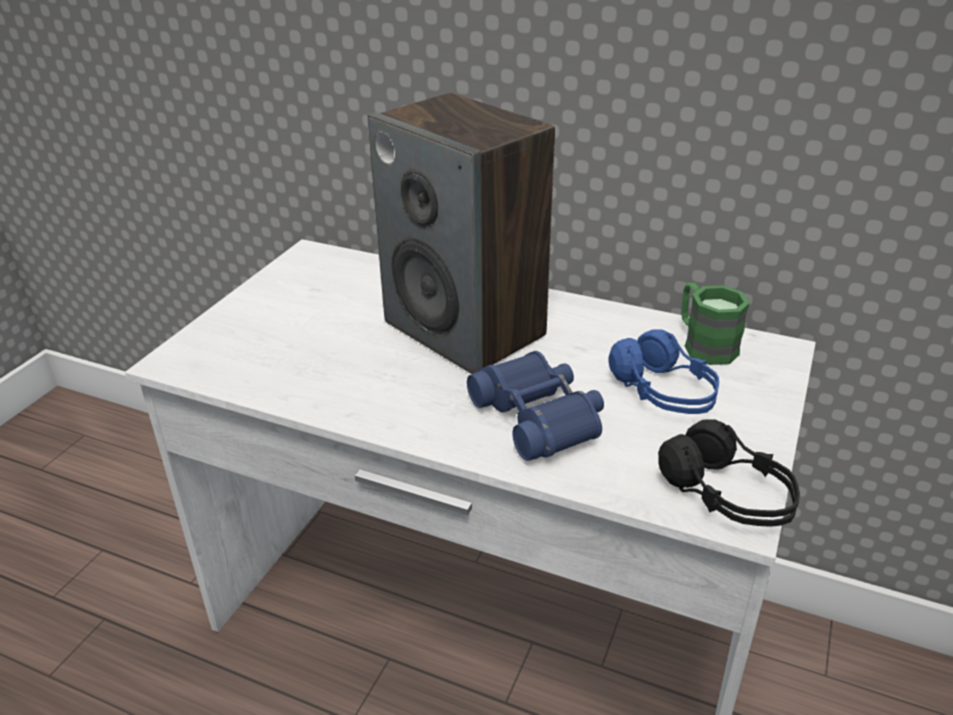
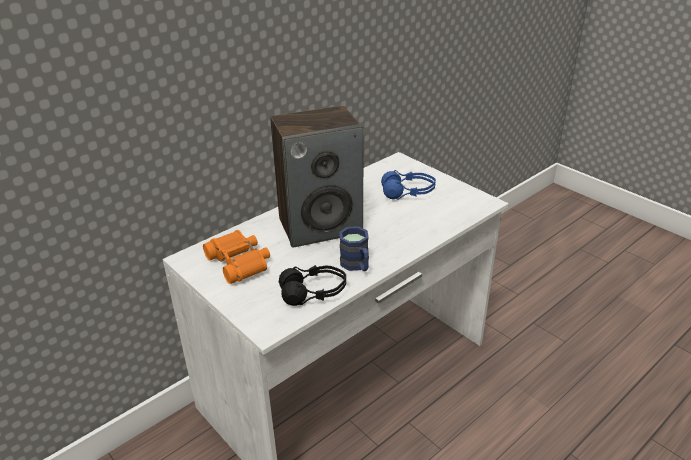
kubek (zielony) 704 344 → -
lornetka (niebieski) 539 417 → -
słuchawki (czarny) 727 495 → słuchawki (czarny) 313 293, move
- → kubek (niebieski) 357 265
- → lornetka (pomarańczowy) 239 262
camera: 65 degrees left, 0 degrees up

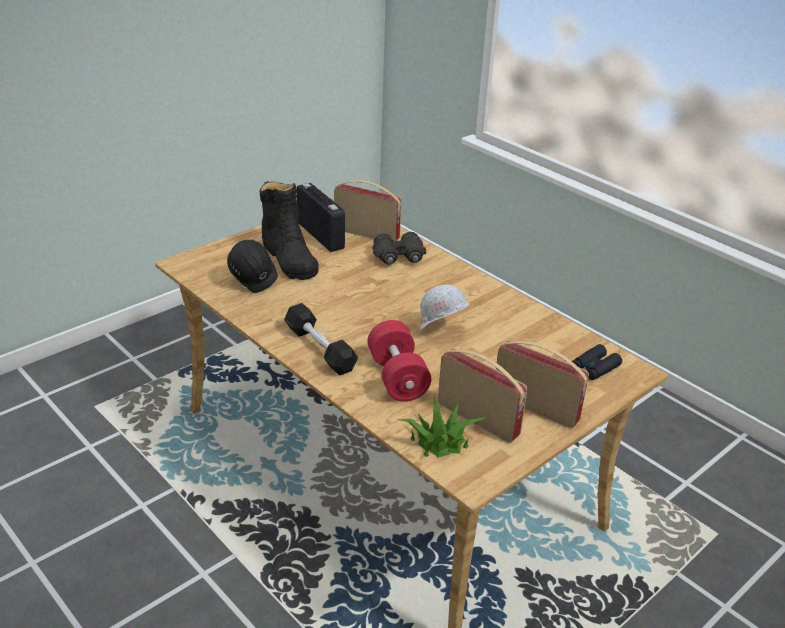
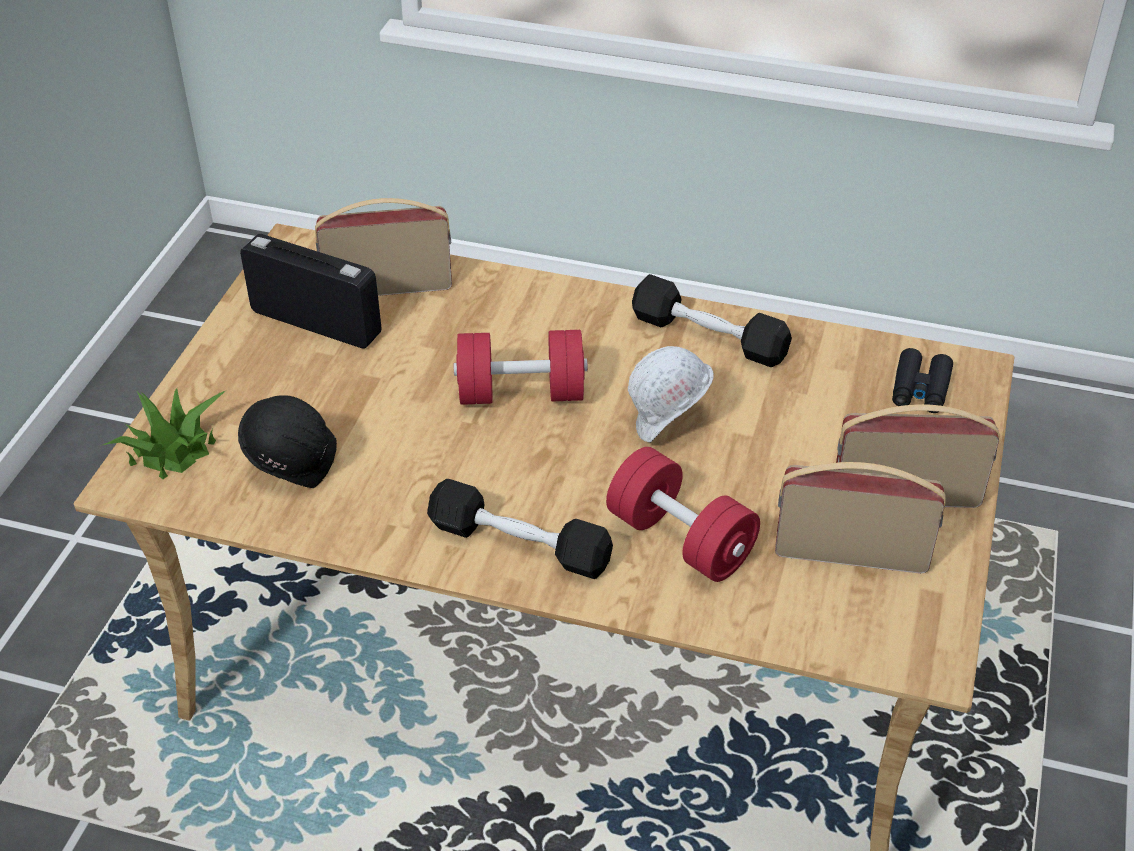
but z cholewką (czarny) 289 258 → -
lornetka (czarny) 399 258 → -
roślina doniczkowa 439 440 → roślina doniczkowa 171 449, move
- → hantel (czarny) 708 336
- → hantel (czerwony) 521 393
camera: 30 degrees left, 10 degrees up

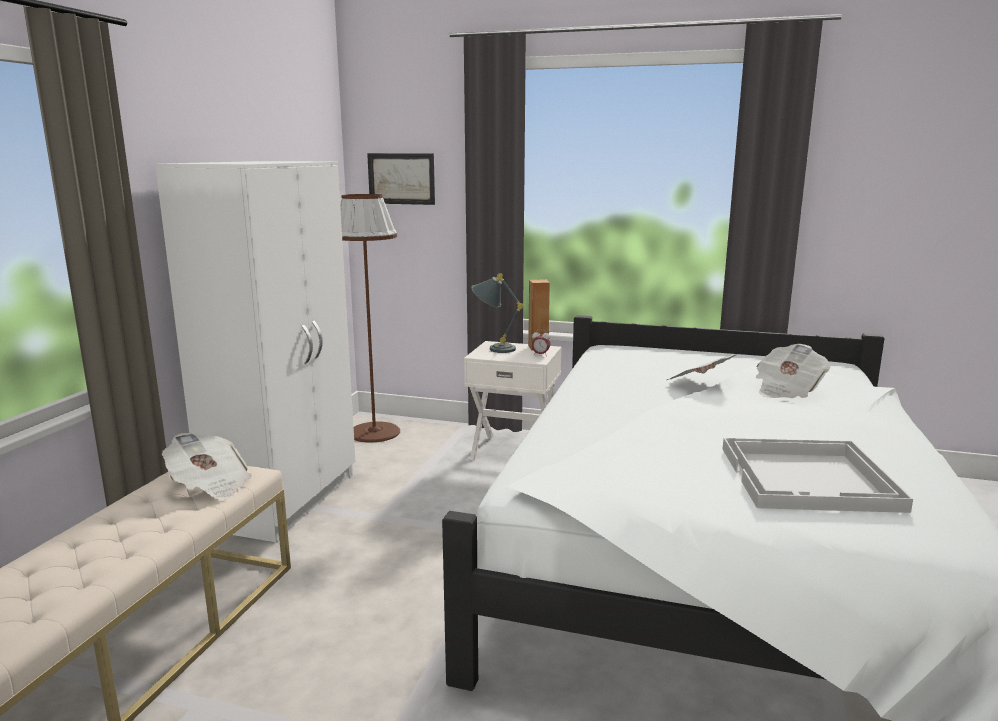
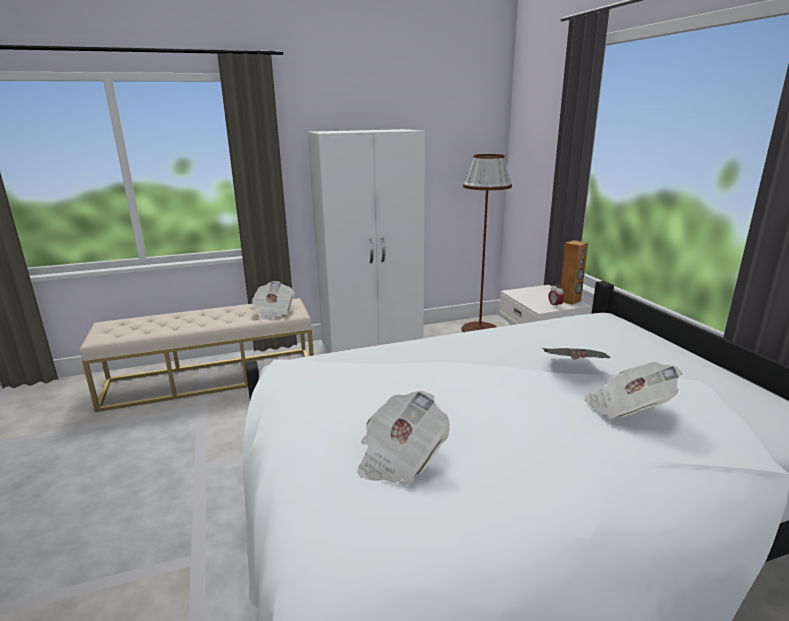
obraz 401 178 → -
lampa stołowa (szary) 493 348 → -
taca (biały) 809 478 → gazeta 400 458
camera: 55 degrees right, 5 degrees up

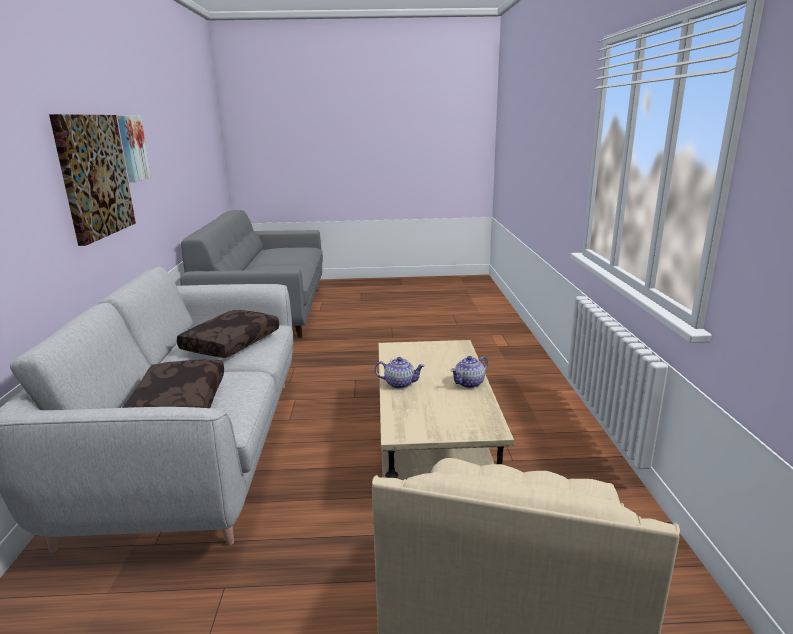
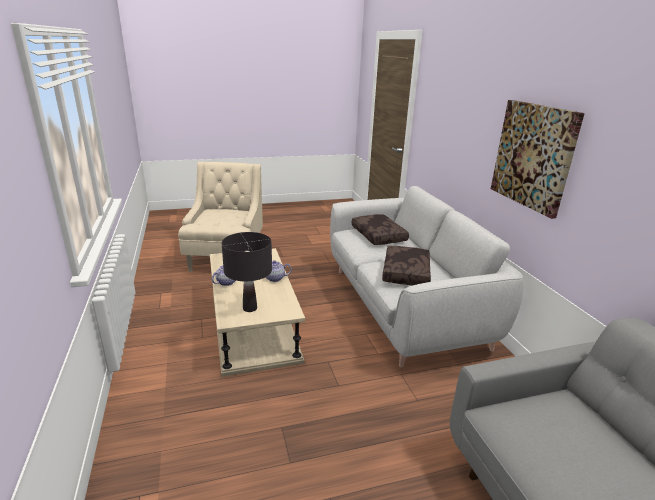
obraz 132 148 → -
- → lampa stołowa (czarny) 250 308
camera: 165 degrees right, 5 degrees up

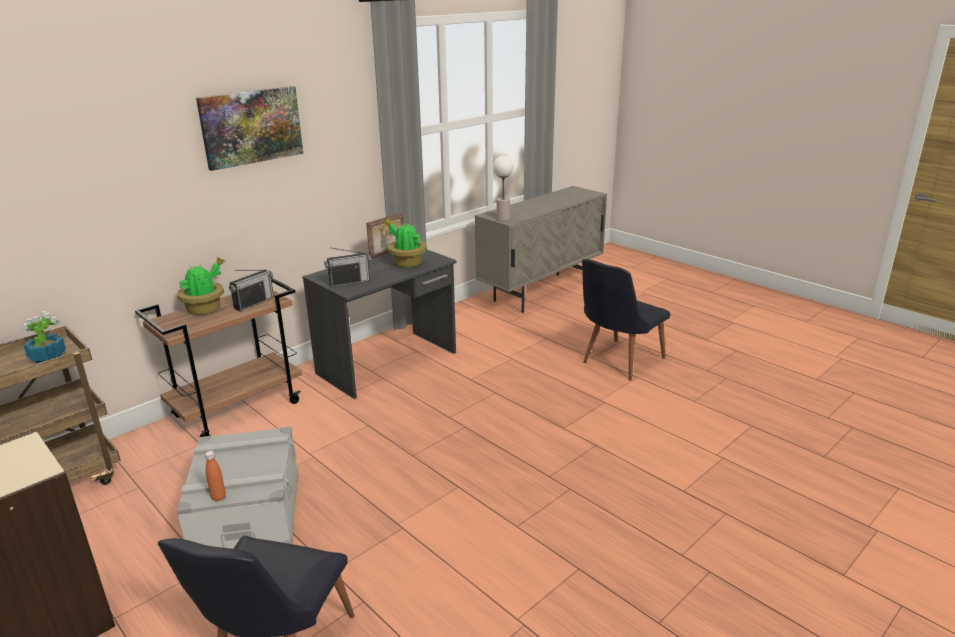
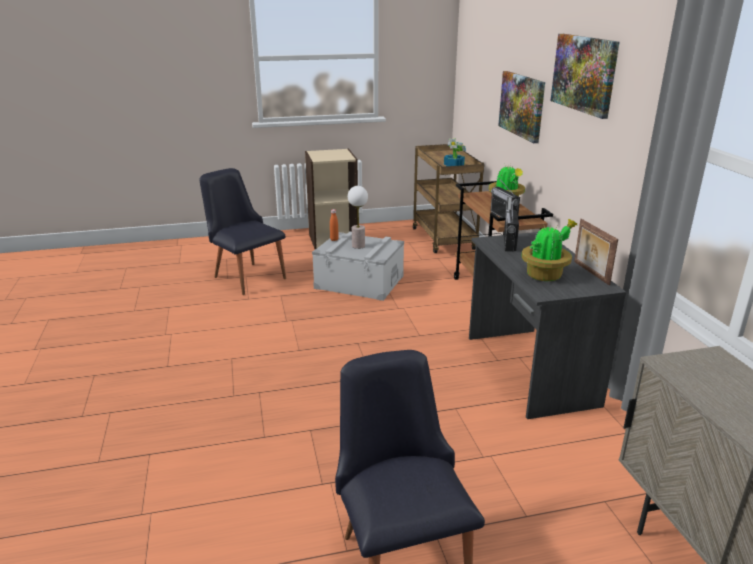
lampa stołowa 502 219 → lampa stołowa 358 246, move
- → obraz 522 105
camera: 120 degrees right, 0 degrees up

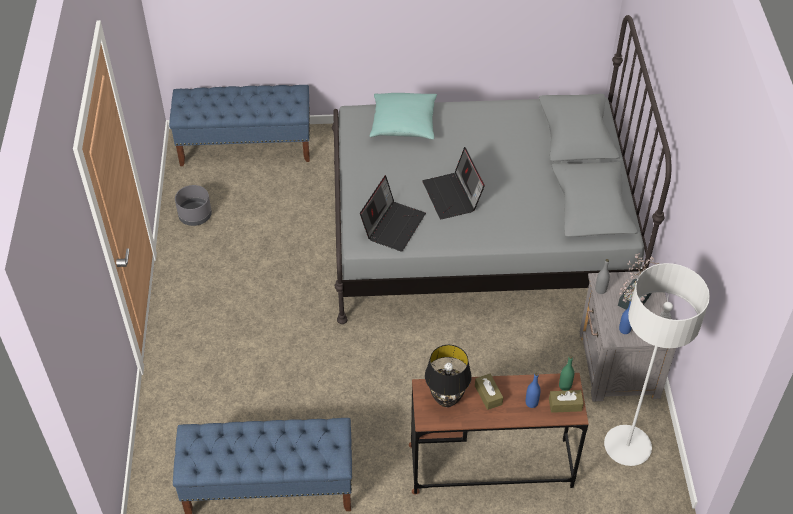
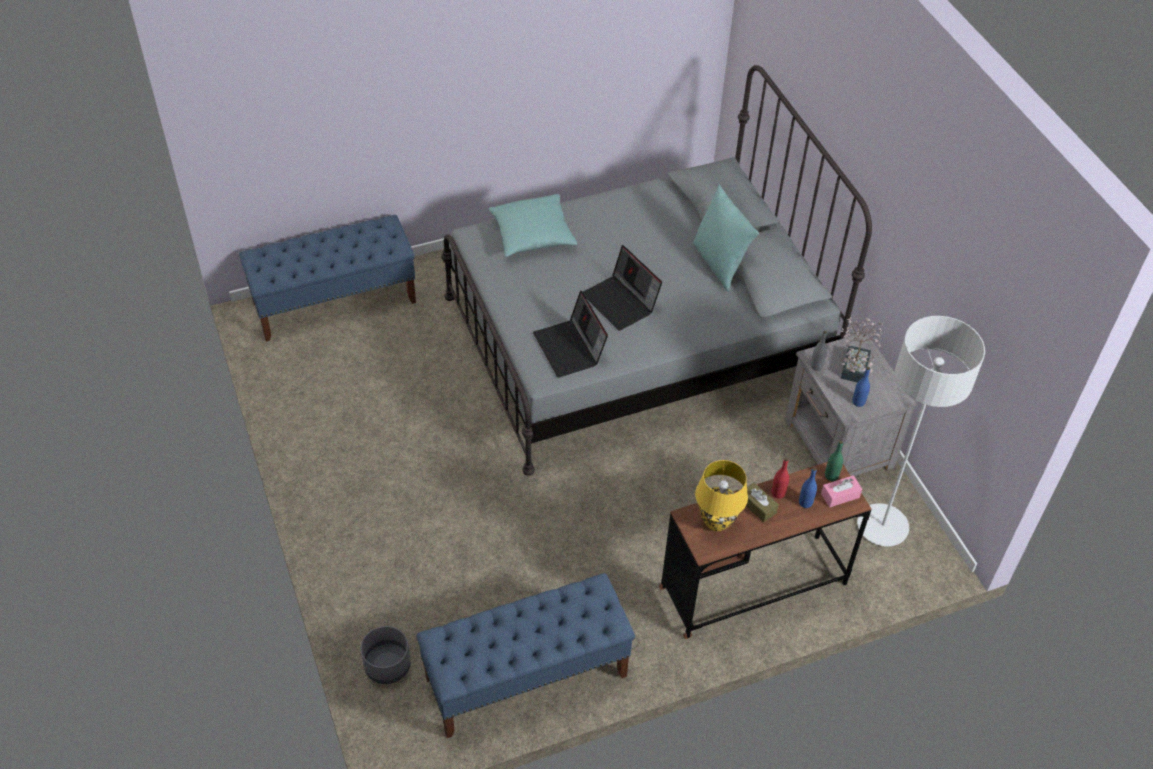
laptop 393 225 → laptop 570 349, 150 degrees clockwise
donica (szary) 195 215 → donica (szary) 387 665, move
lampa stołowa (czarny) 446 400 → lampa stołowa (żółty) 716 523
pudełko chusteczek (brązowy) 565 405 → pudełko chusteczek (różowy) 840 495
- → poduszka (turkusowy) 719 264
- → butelka (czerwony) 778 493
camera: 20 degrees left, 0 degrees up

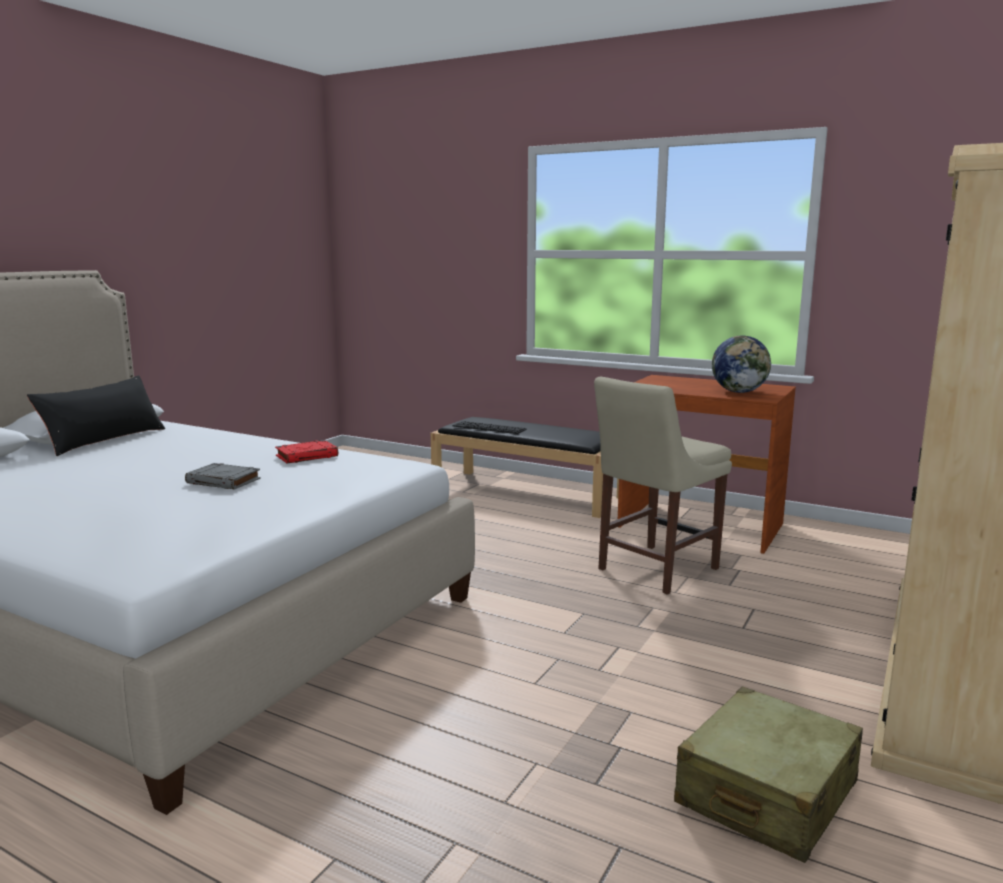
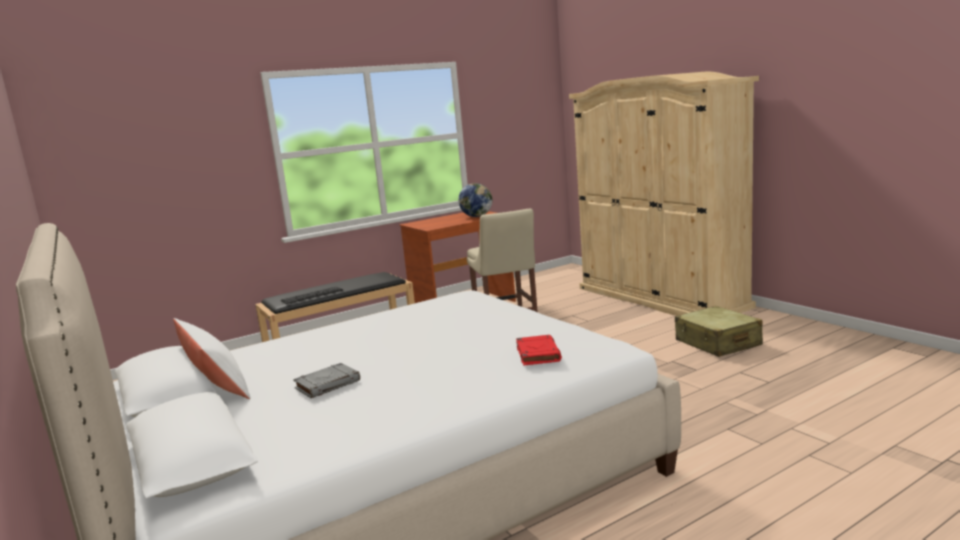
poduszka (czarny) 104 440 → poduszka (biały) 215 384
książka (czerwony) 307 456 → książka (czerwony) 537 354, move
książka (szary) 224 481 → książka (szary) 328 384, move
camera: 60 degrees left, 0 degrees up

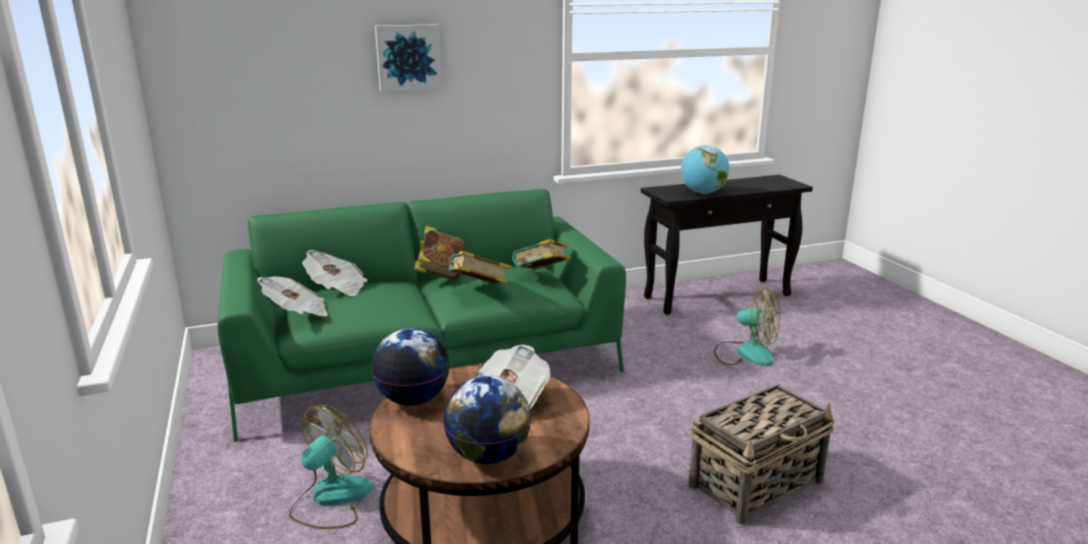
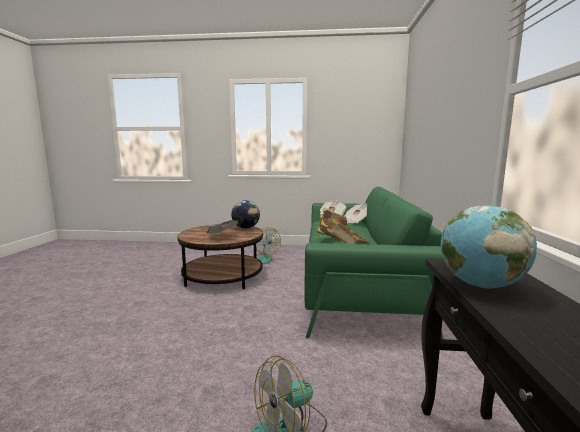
obraz 408 57 → -
książka 441 274 → -
globus 488 456 → -
koszyk 757 483 → -
camera: 115 degrees right, 10 degrees down

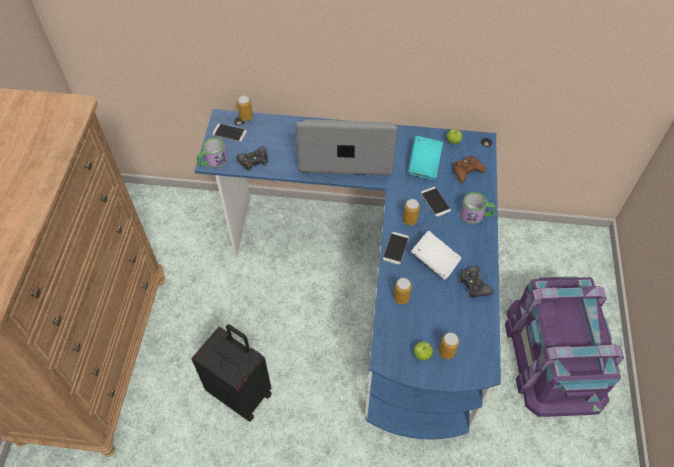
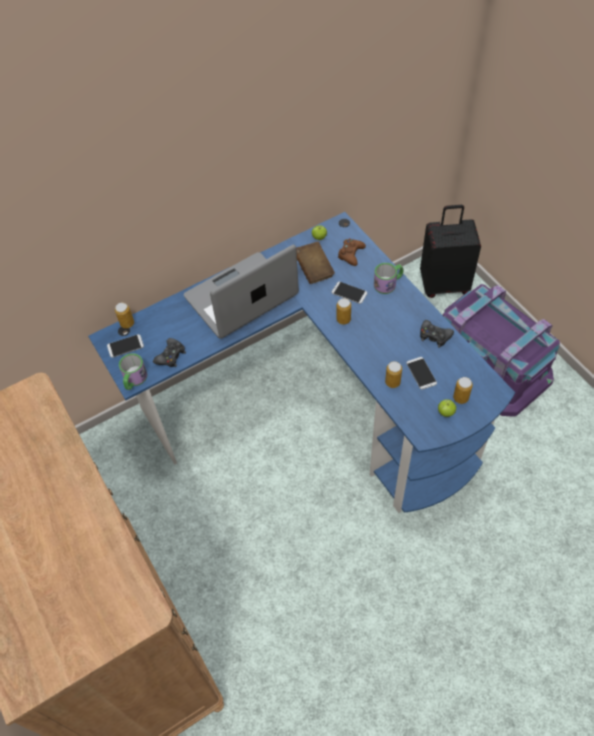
książka (turkusowy) 424 165 → książka (brązowy) 314 270
książka (biały) 434 261 → -
telefon 395 248 → telefon 421 373, move
walizka (czarny) 241 392 → walizka (czarny) 444 284, move
camera: 35 degrees left, 0 degrees up

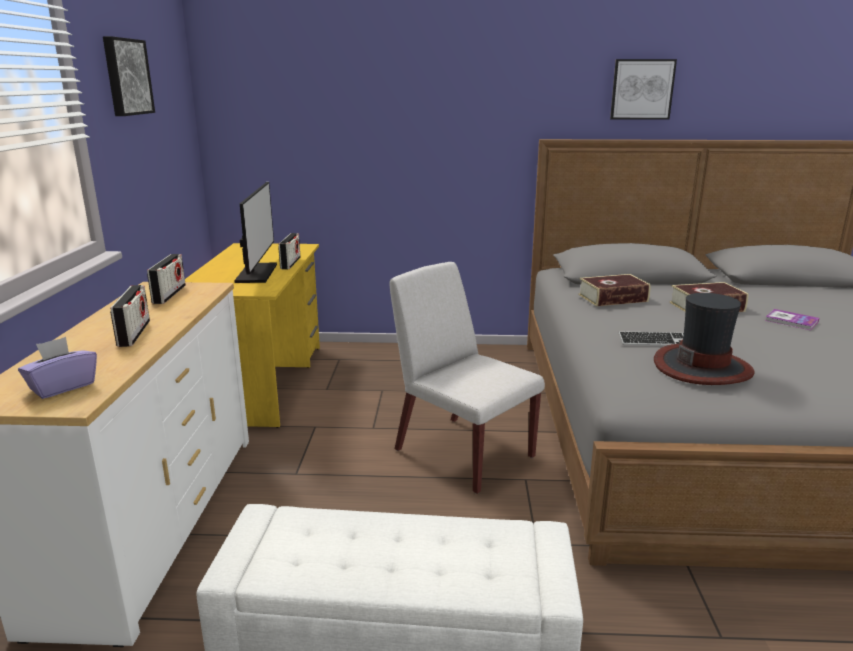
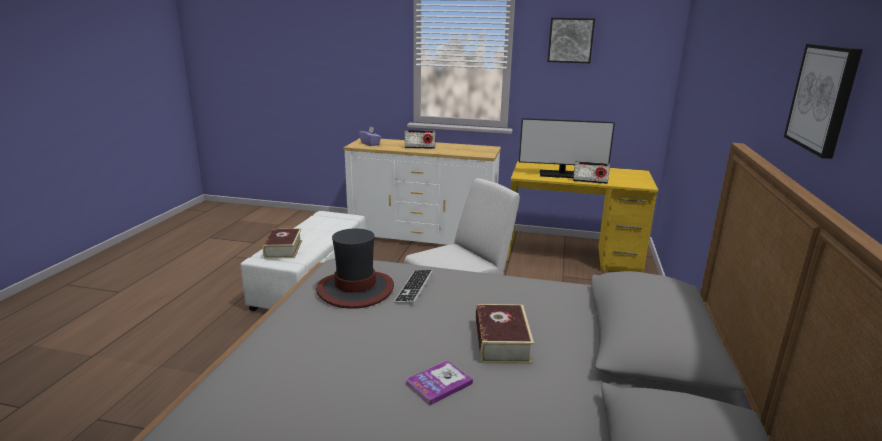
radio 169 294 → -
książka 613 298 → książka 283 249, move
camera: 100 degrees right, 0 degrees up

